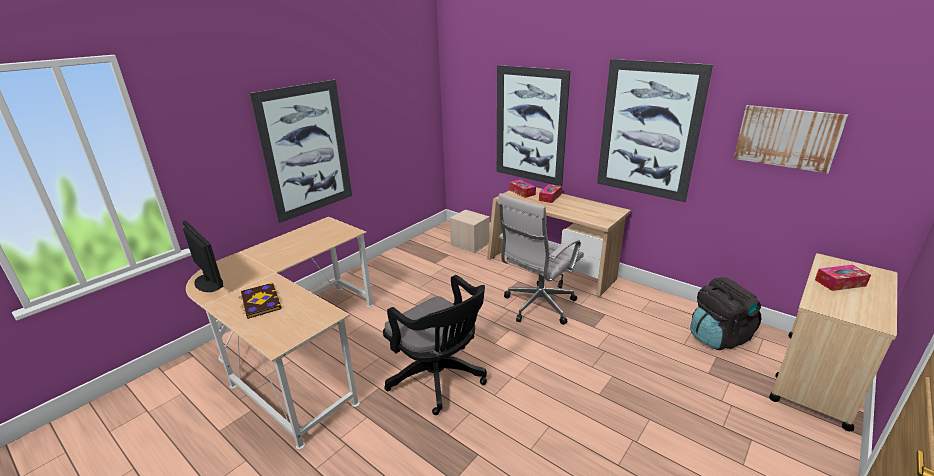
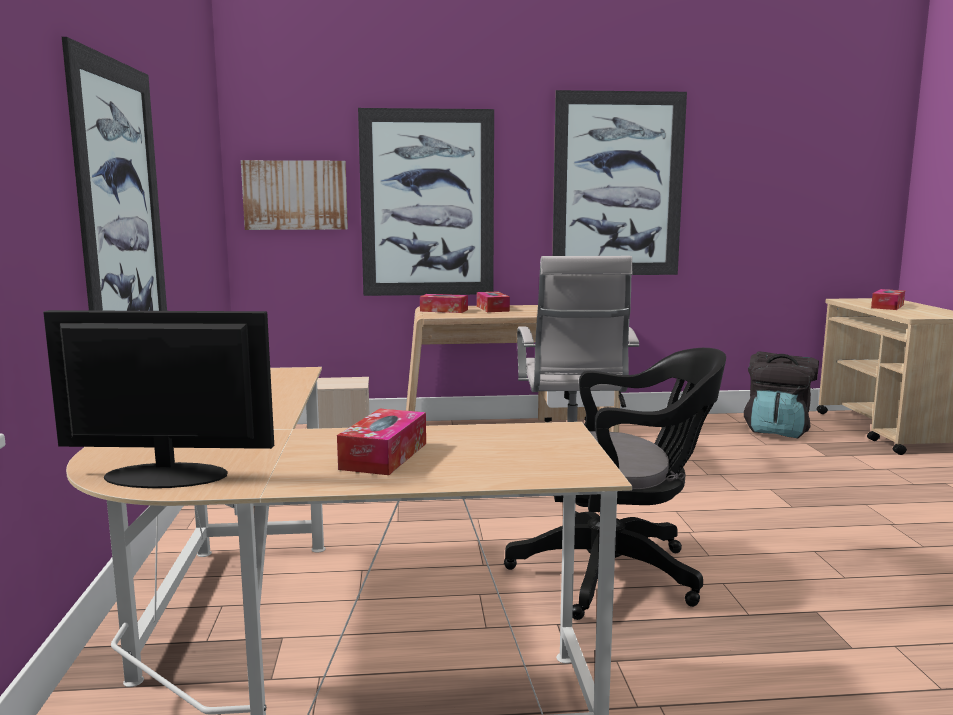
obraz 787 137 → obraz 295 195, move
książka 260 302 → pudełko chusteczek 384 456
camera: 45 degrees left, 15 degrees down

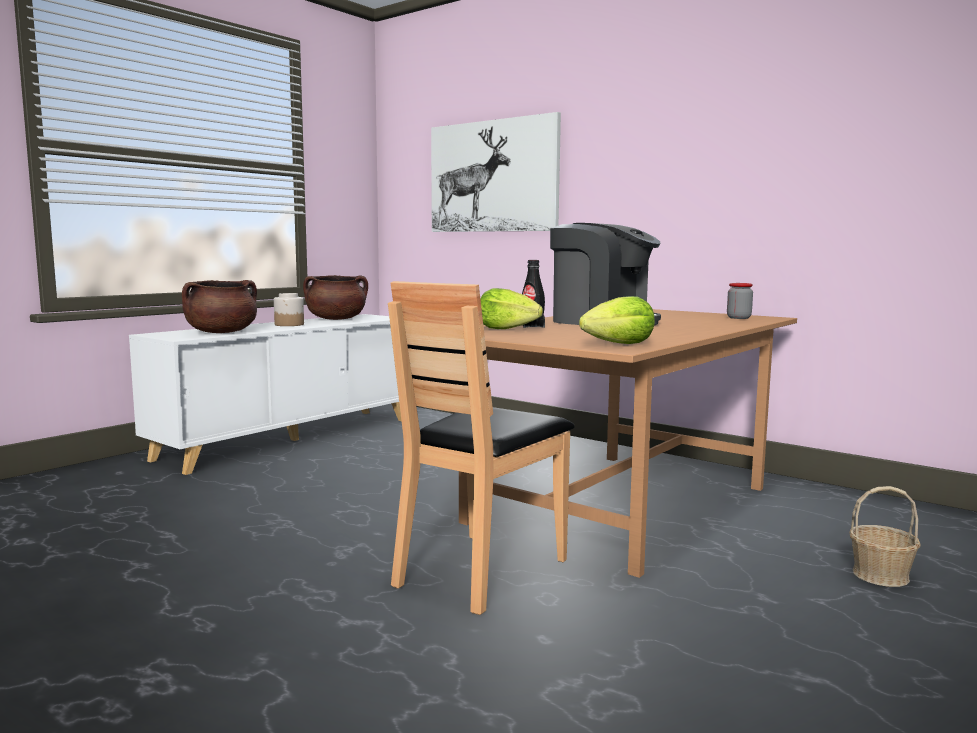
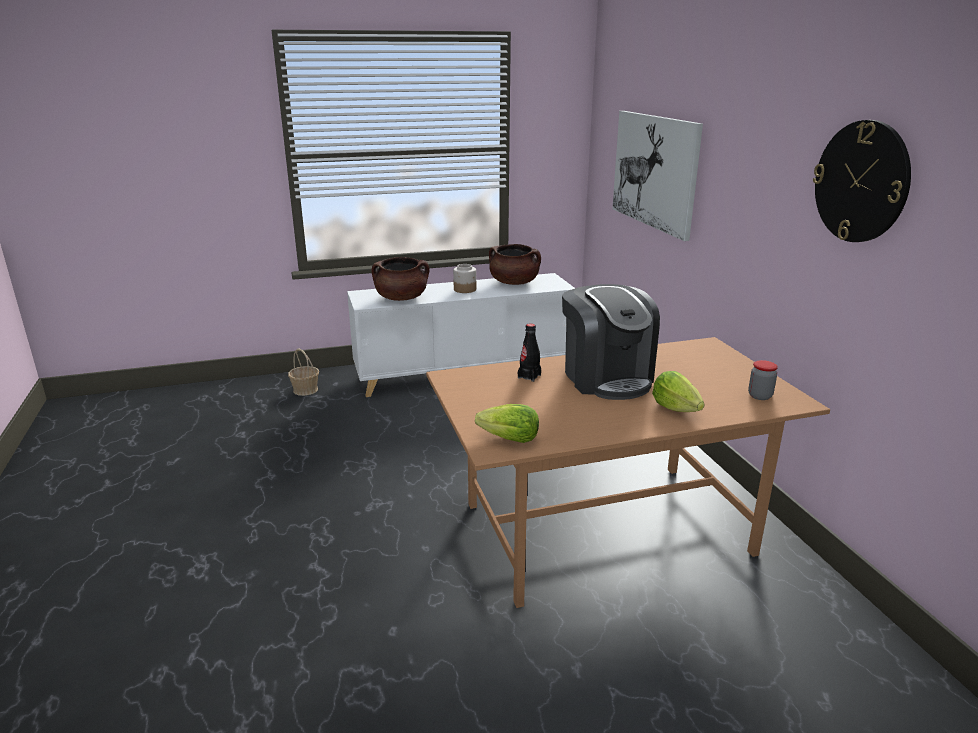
krzesło (brązowy) 481 571 → -
sałata 506 329 → sałata 675 408, move
koszyk 881 575 → koszyk 305 390, move
- → zegar ścienny 861 182
camera: 35 degrees right, 15 degrees up

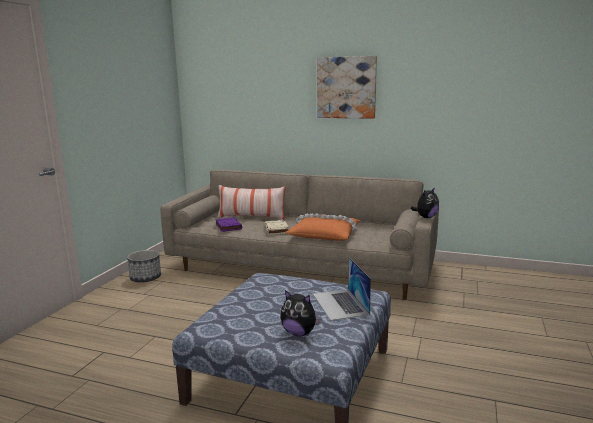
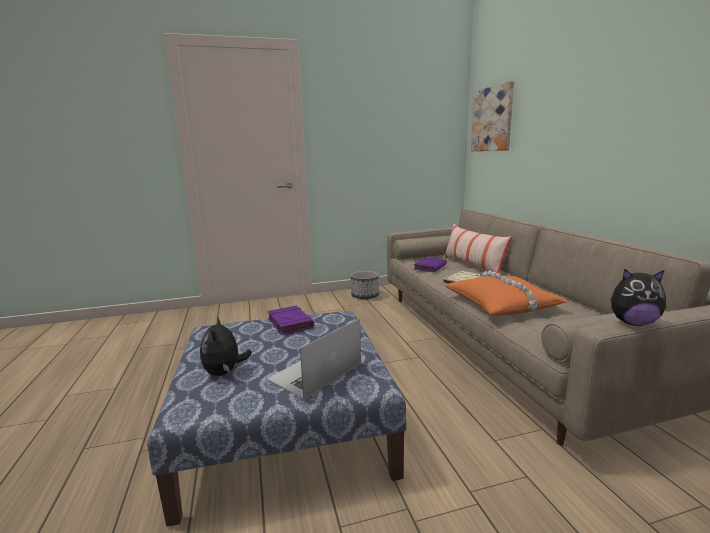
obraz 346 87 → obraz 492 119, move
- → książka (fioletowy) 289 323
camera: 55 degrees right, 0 degrees up

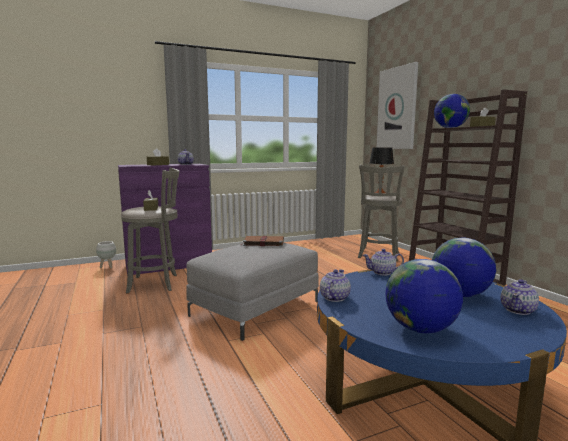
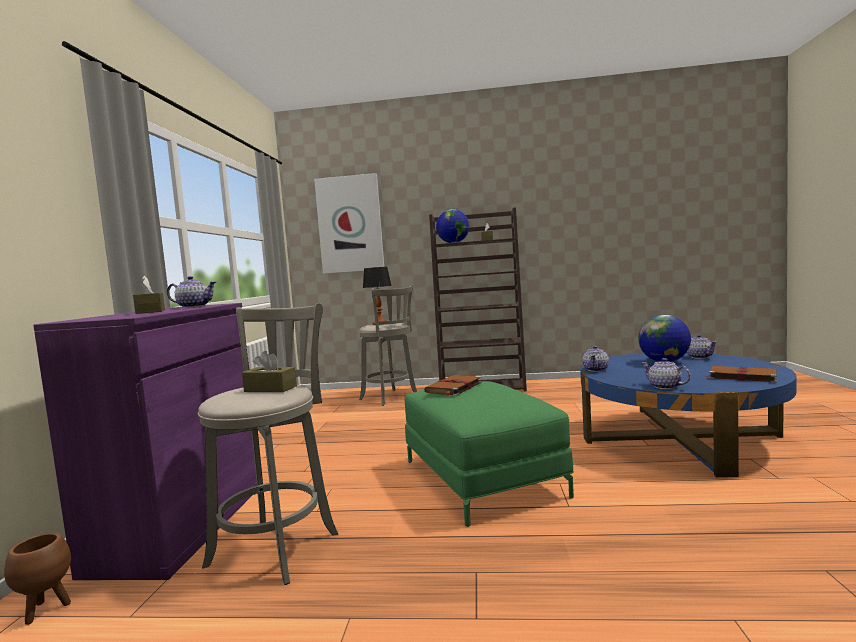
donica (biały) 107 267 → donica (brązowy) 46 610
pufa (szary) 255 308 → pufa (zielony) 480 477
globus 420 329 → książka (brązowy) 741 376
camera: 60 degrees left, 5 degrees down

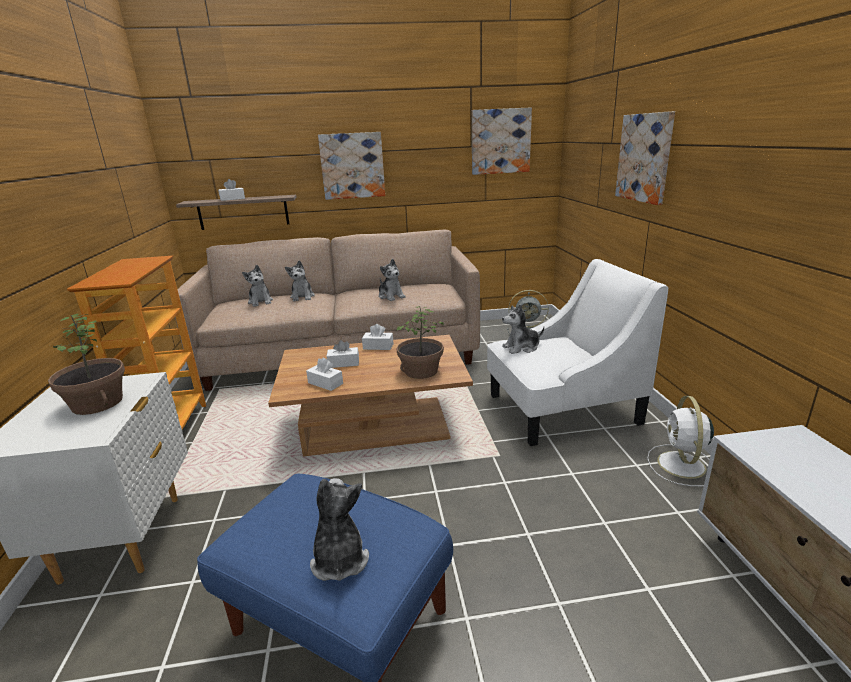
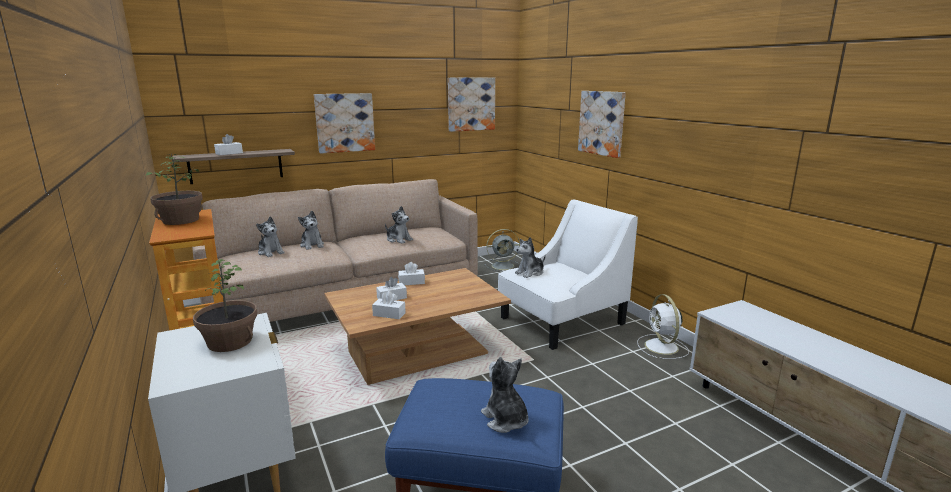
roślina doniczkowa 421 371 → roślina doniczkowa 181 220, move
camera: 20 degrees left, 5 degrees down

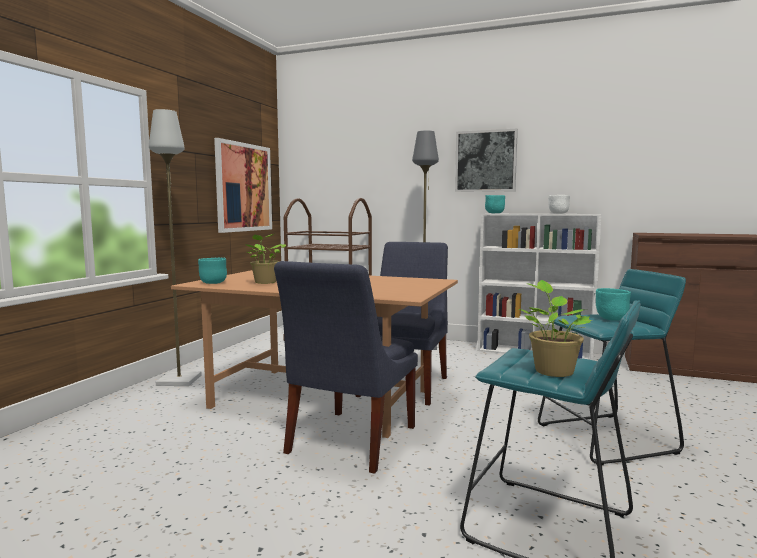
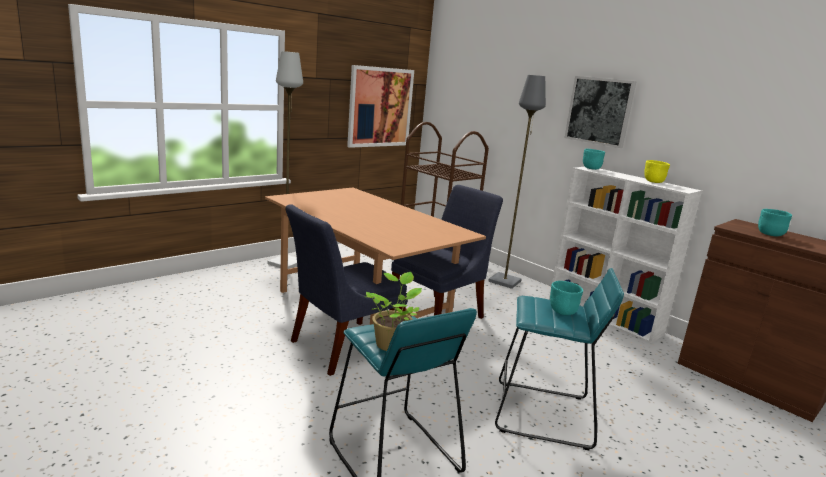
miska (biały) 558 213 → miska (żółty) 653 182
roślina doniczkowa 265 282 → -
miska (turkusowy) 213 283 → miska (turkusowy) 769 234, move
camera: 25 degrees right, 10 degrees up

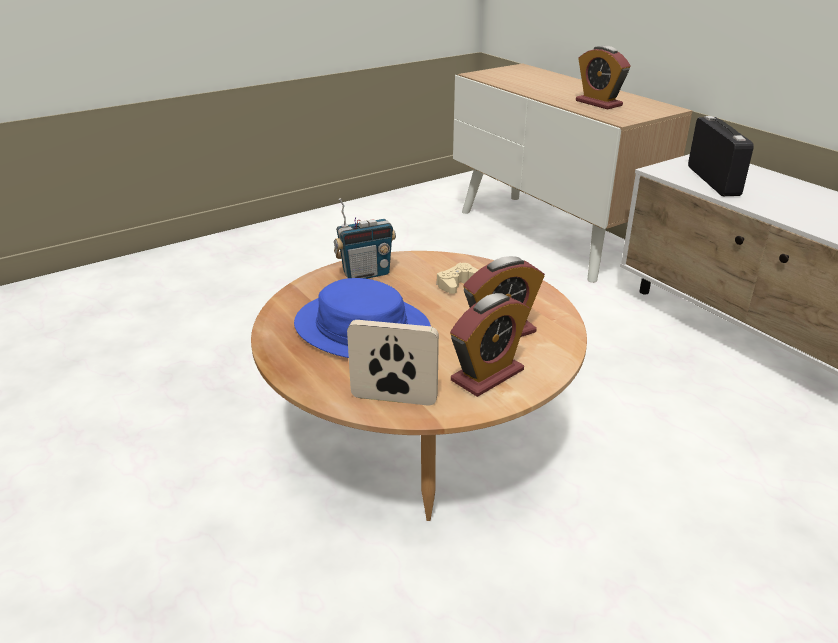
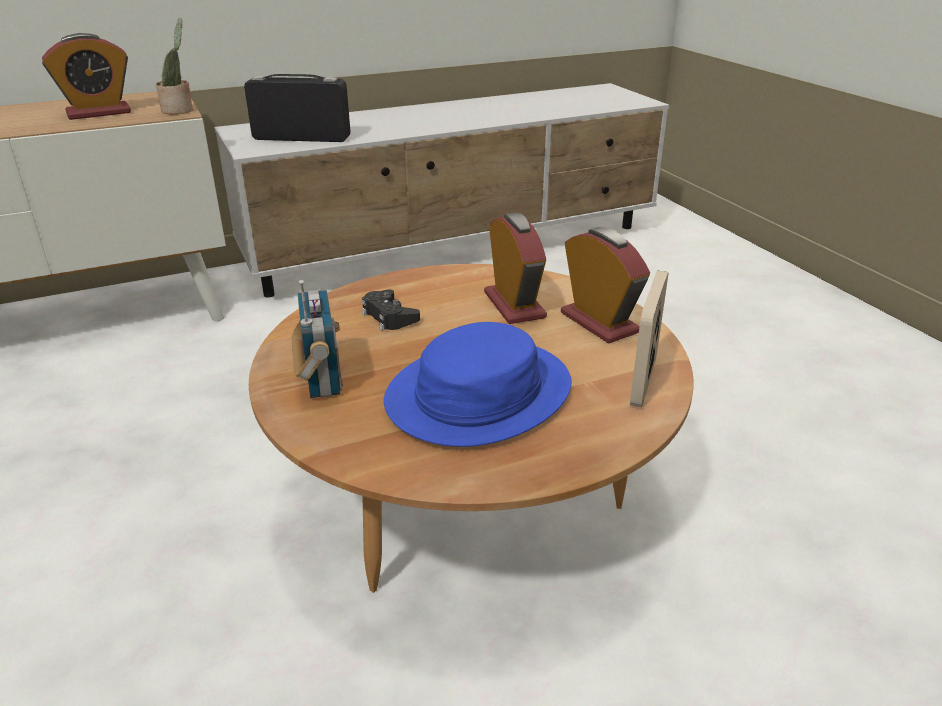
pad do gier (beżowy) 458 284 → pad do gier (czarny) 389 316
- → roślina doniczkowa 180 110
camera: 80 degrees left, 0 degrees up

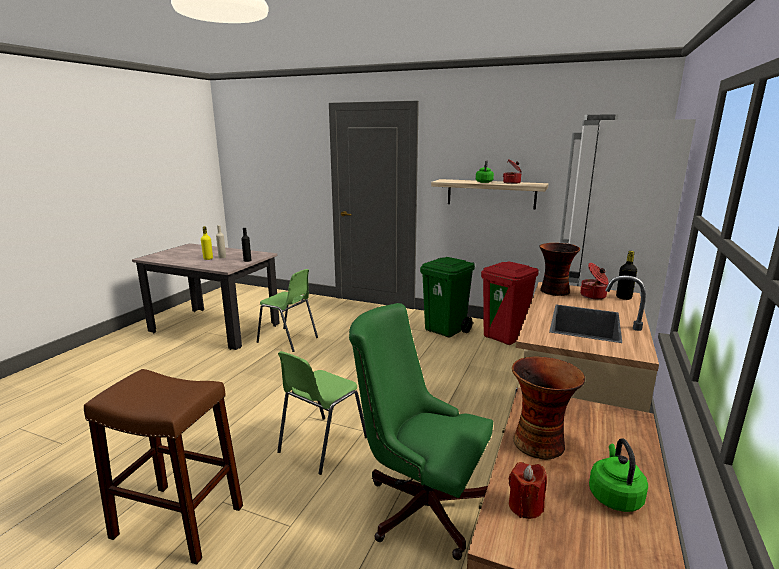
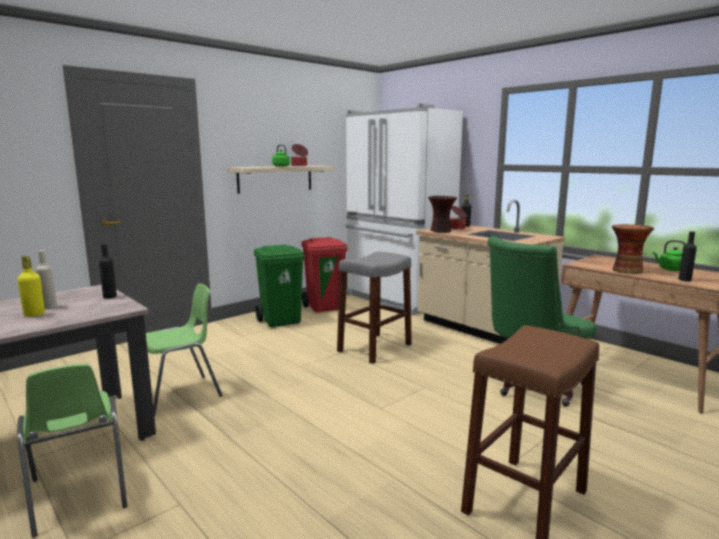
krzesło (zielony) 321 445 → krzesło (zielony) 79 494, move
świeca (czerwony) 525 506 → butelka (czarny) 684 280
- → stołek (szary) 375 348
camera: 65 degrees left, 5 degrees down

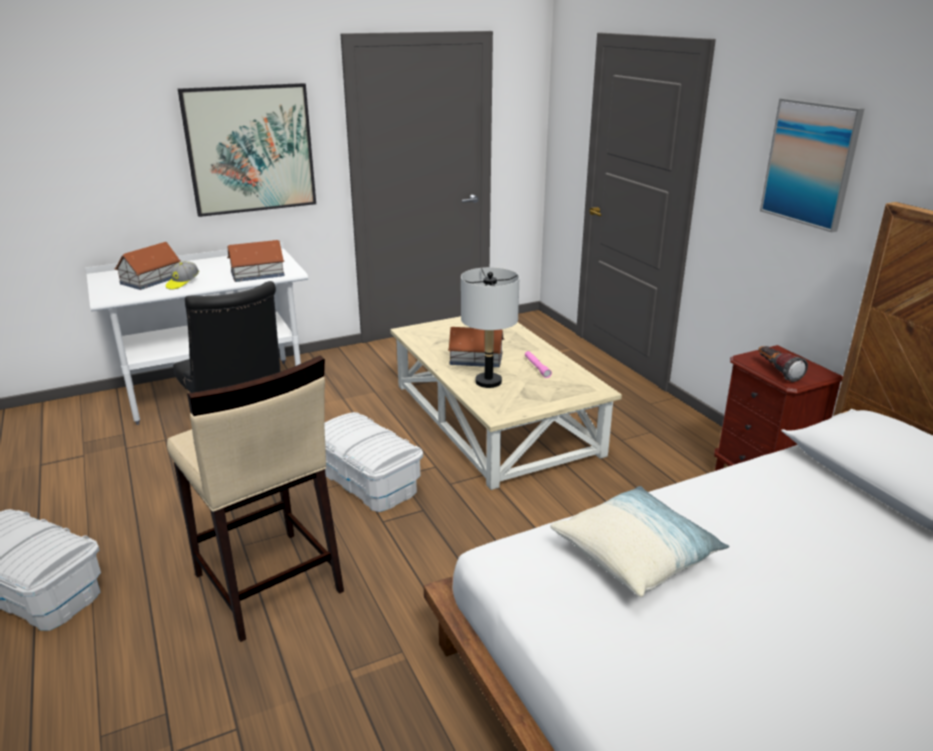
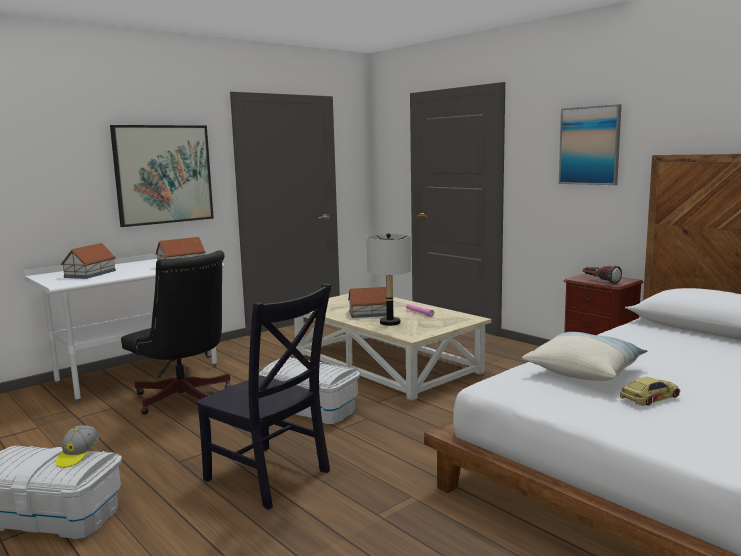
czapka z daszkiem 182 283 → czapka z daszkiem 77 455, move
stołek (beżowy) 268 584 → krzesło (czarny) 270 477
- → samochodzik 650 397
camera: 15 degrees left, 15 degrees down

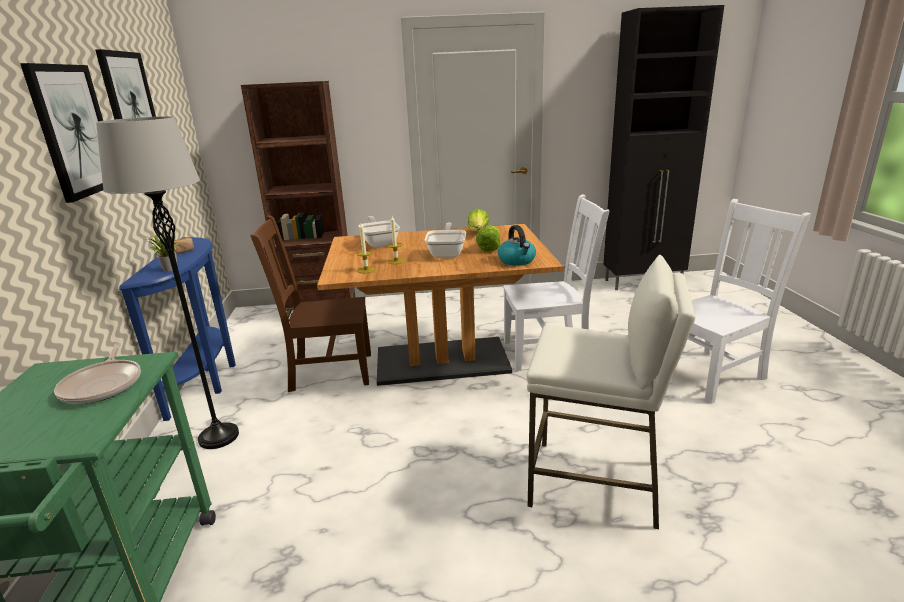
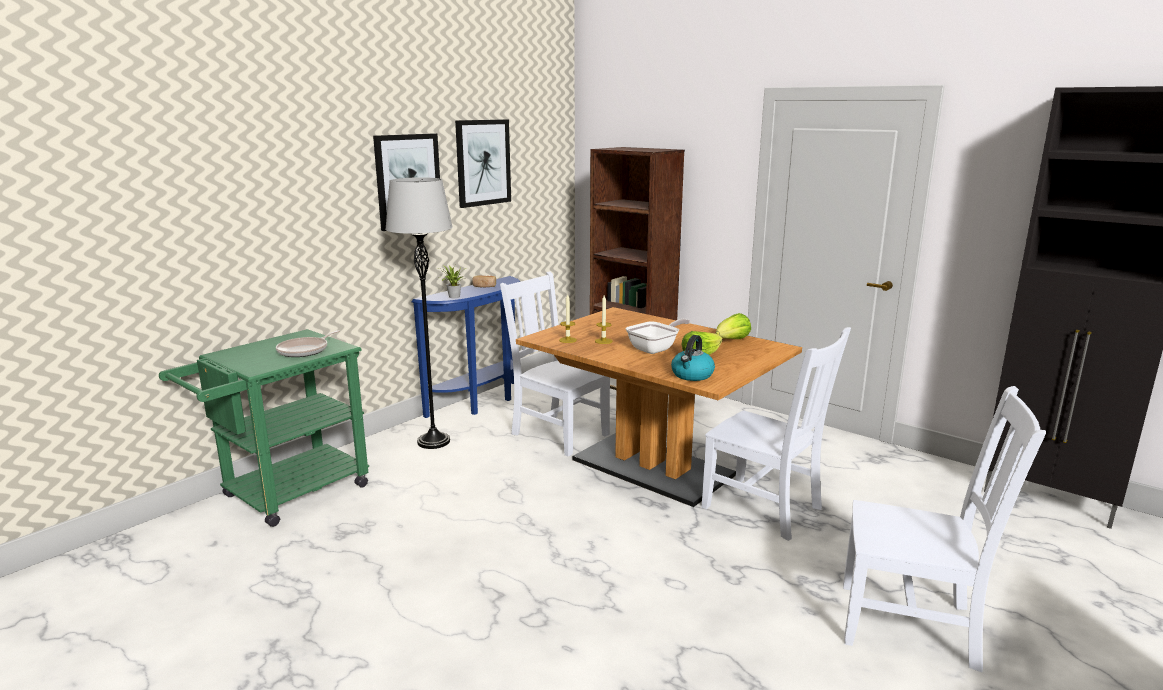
krzesło (brązowy) 328 371 → krzesło (biały) 557 433
patelnia 380 243 → -
stołek (biały) 595 483 → -
camera: 45 degrees right, 5 degrees down

